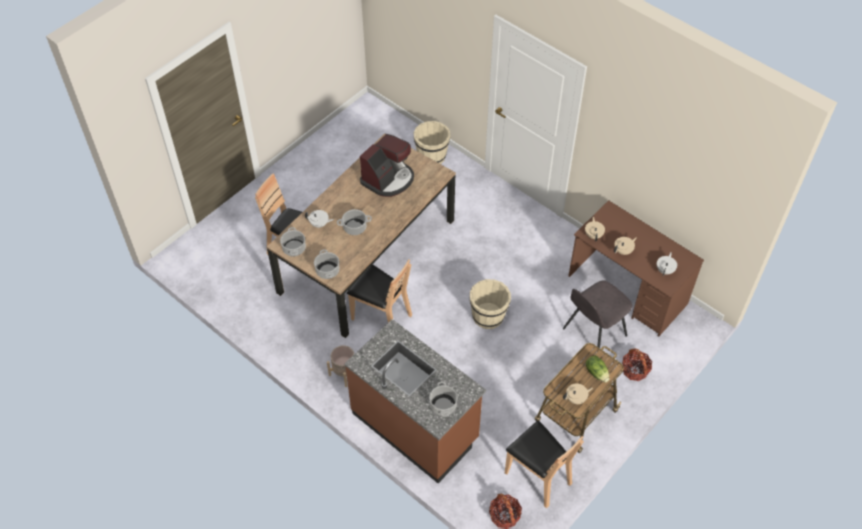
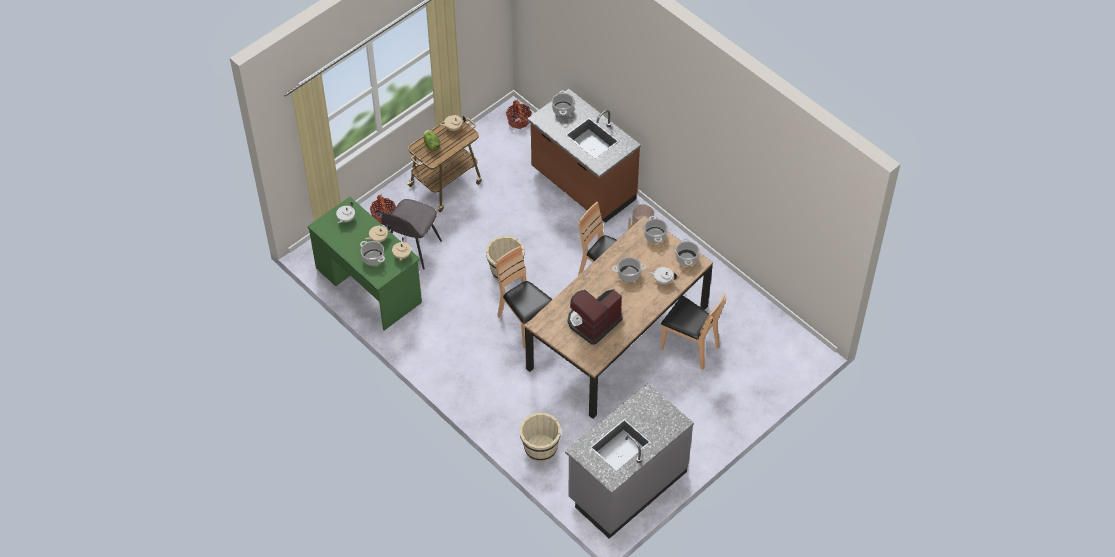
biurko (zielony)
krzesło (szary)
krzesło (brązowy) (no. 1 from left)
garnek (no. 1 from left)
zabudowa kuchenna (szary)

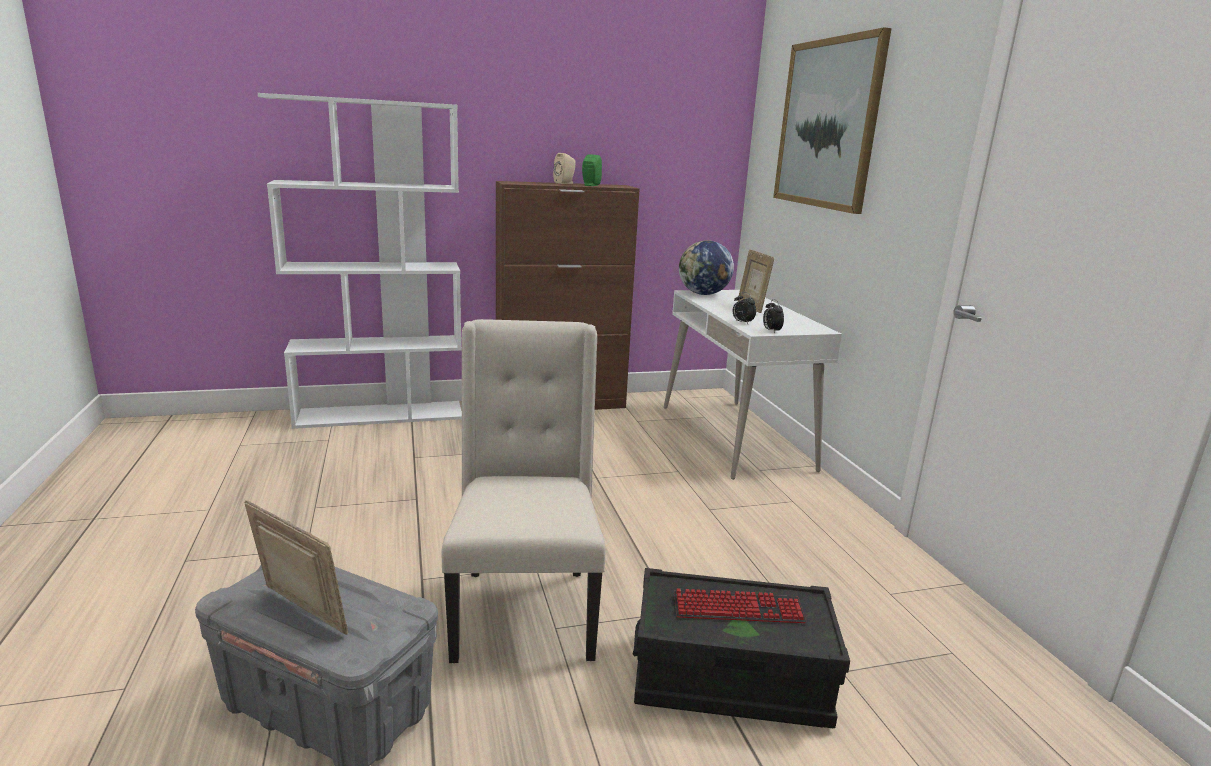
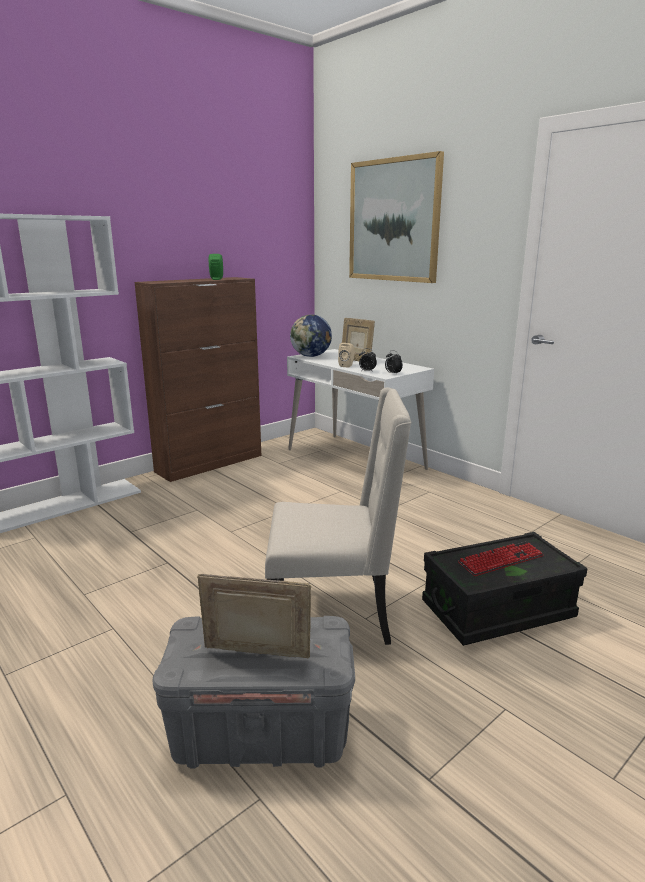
głośnik (beżowy)
krzesło (beżowy)

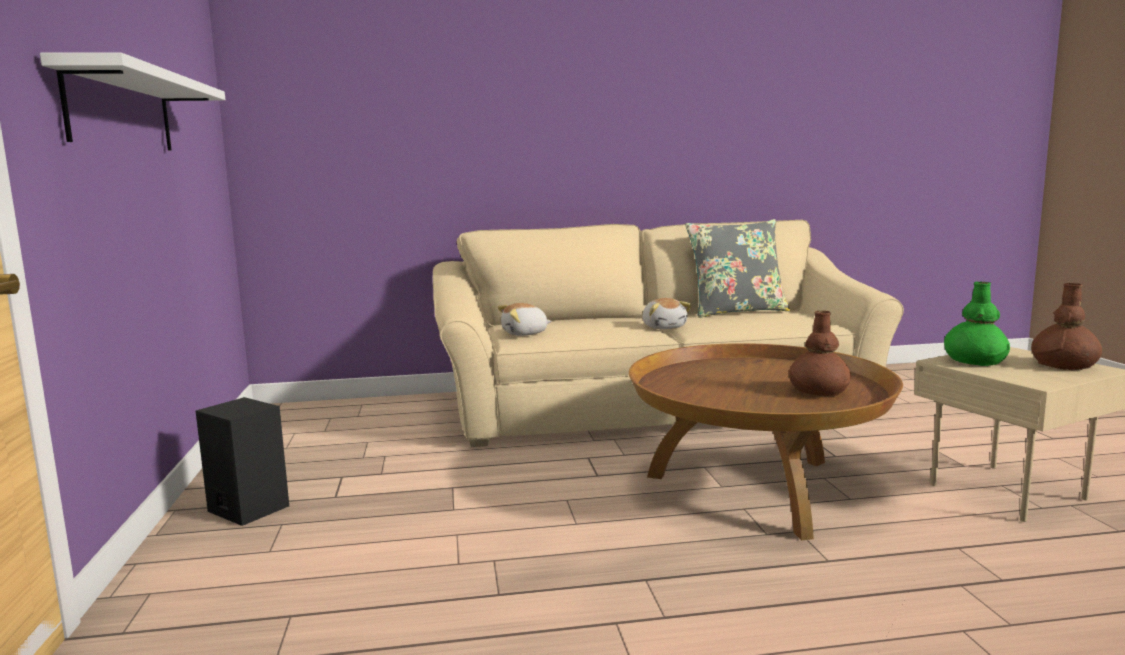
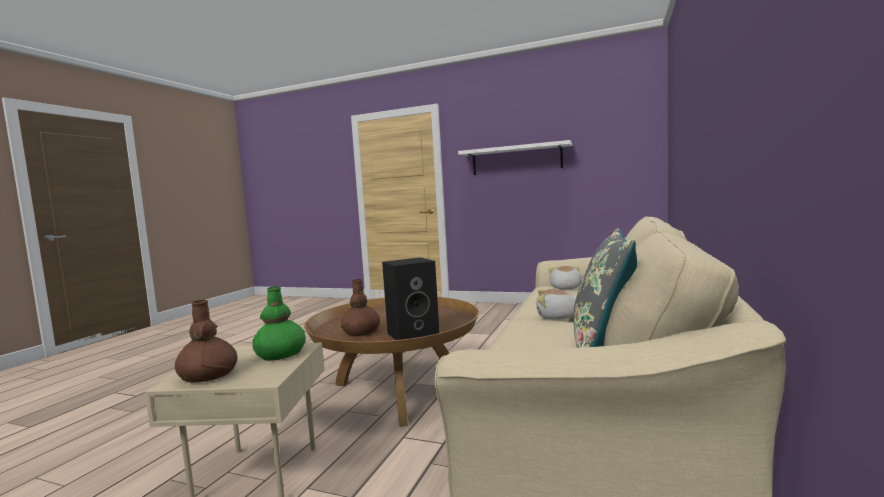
głośnik (czarny)

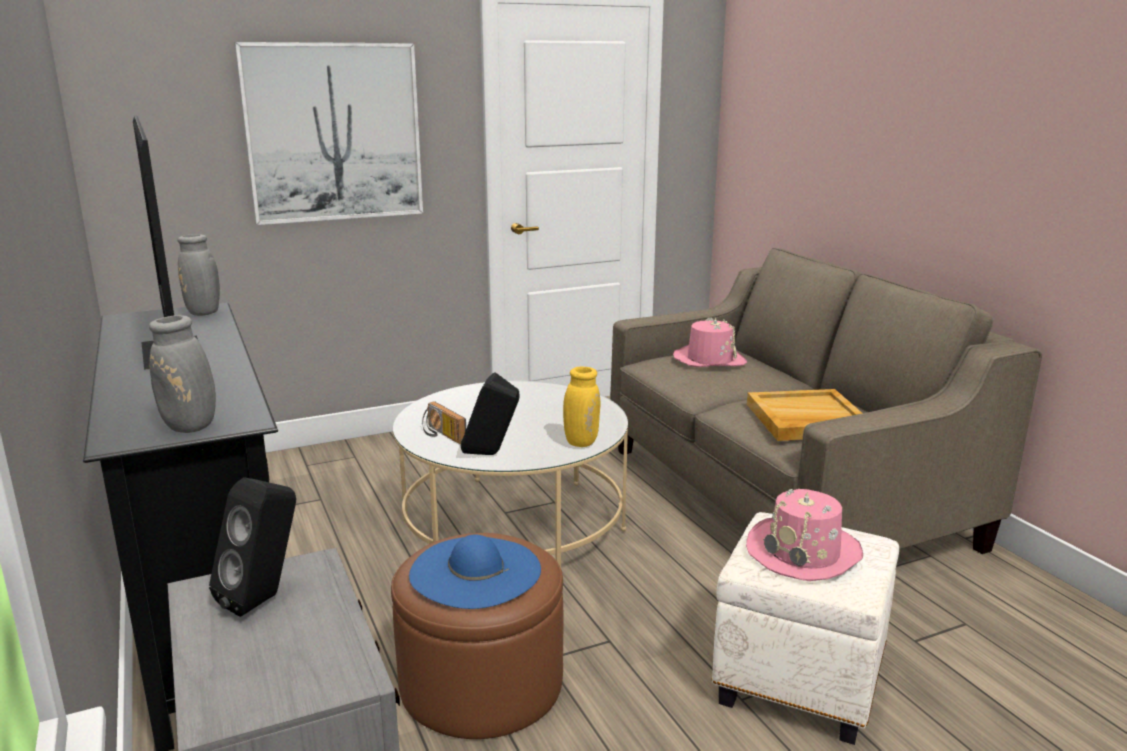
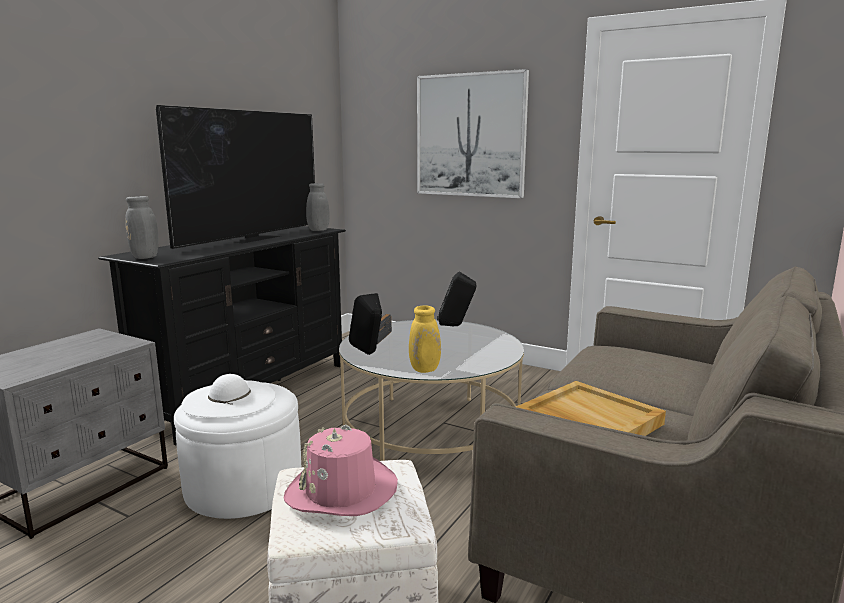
kapelusz (różowy) (no. 1 from left in the first image)
głośnik (czarny) (no. 2 from left)
pufa (biały) (no. 1 from left)
kapelusz (biały)

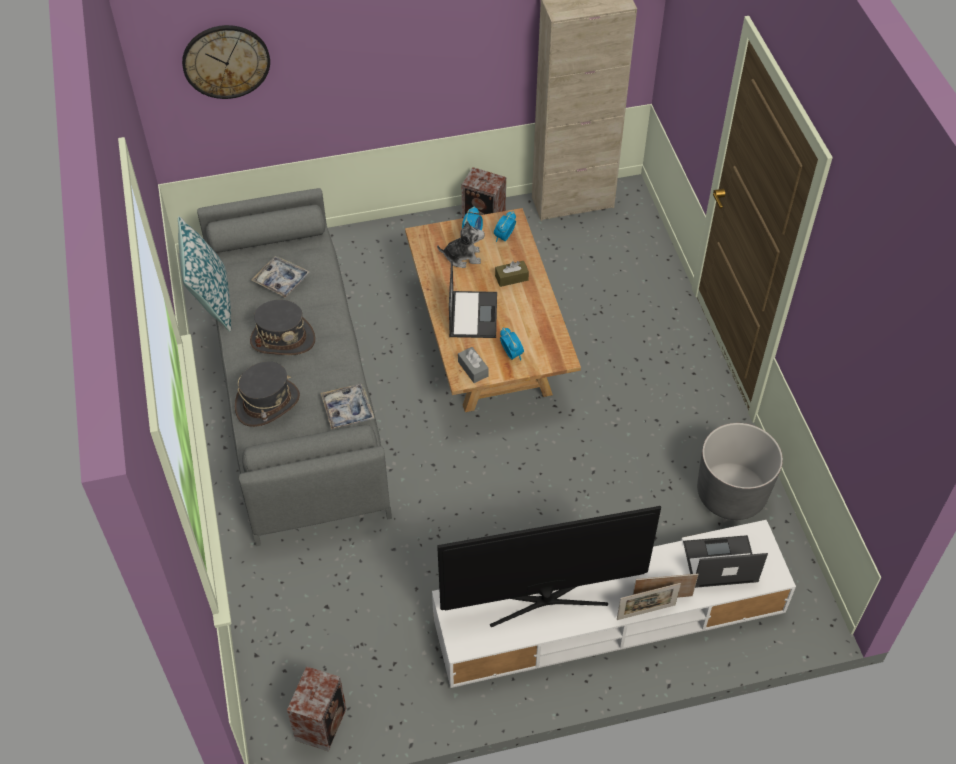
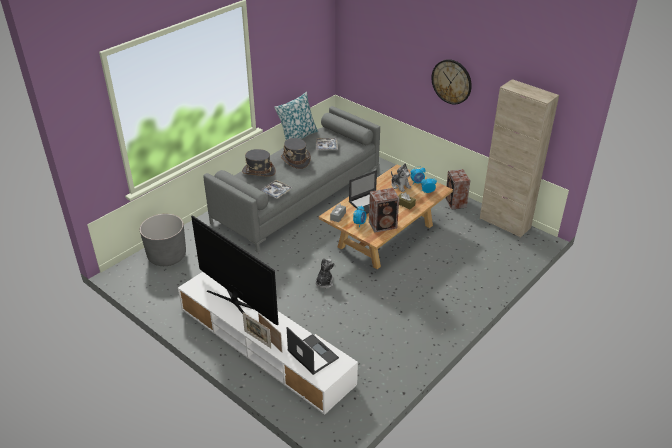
zegar ścienny
donica (szary)
głośnik (no. 1 from left)
pluszak (no. 1 from left)

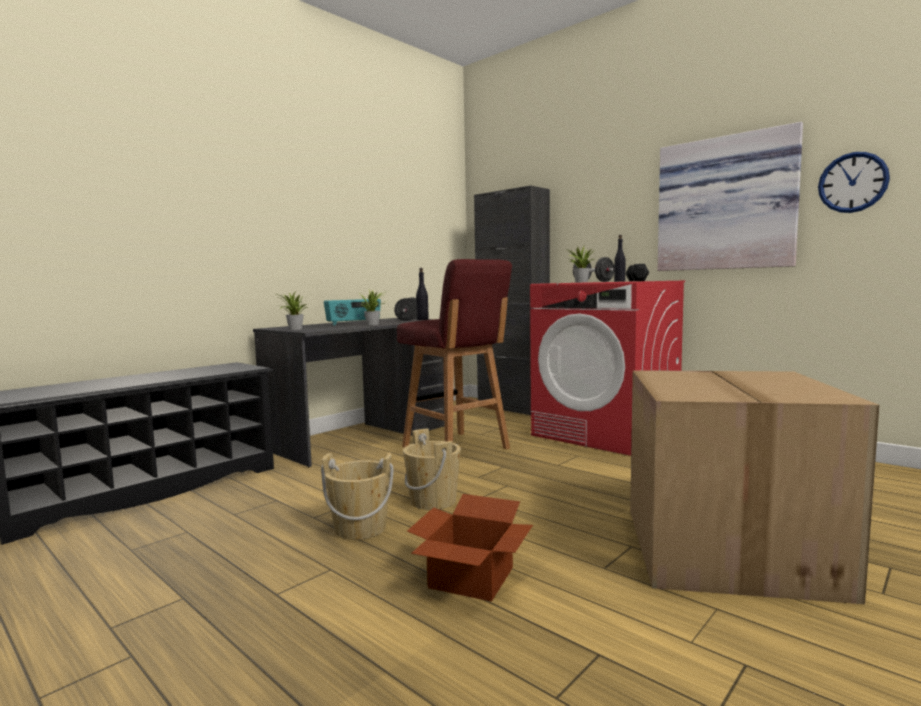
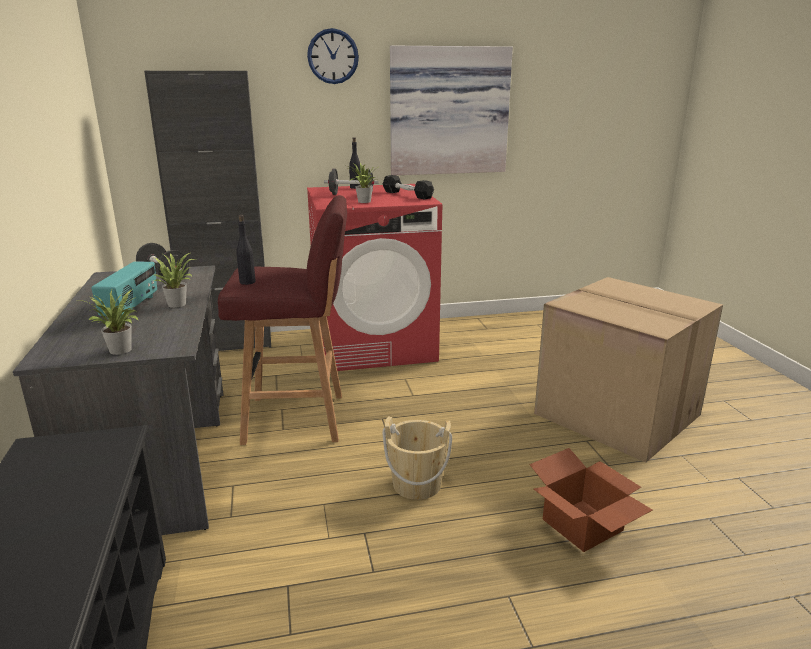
zegar ścienny
wiadro (beżowy) (no. 1 from left in the first image)

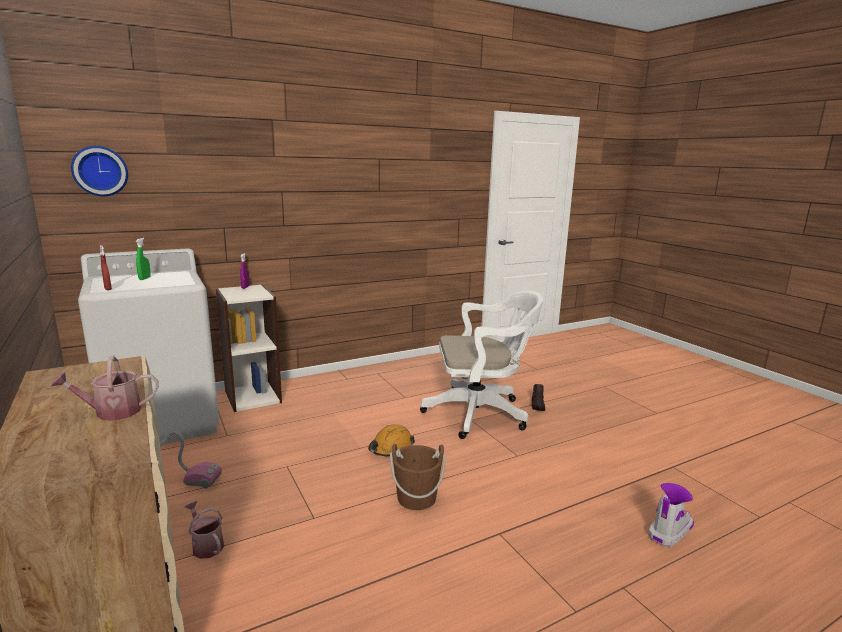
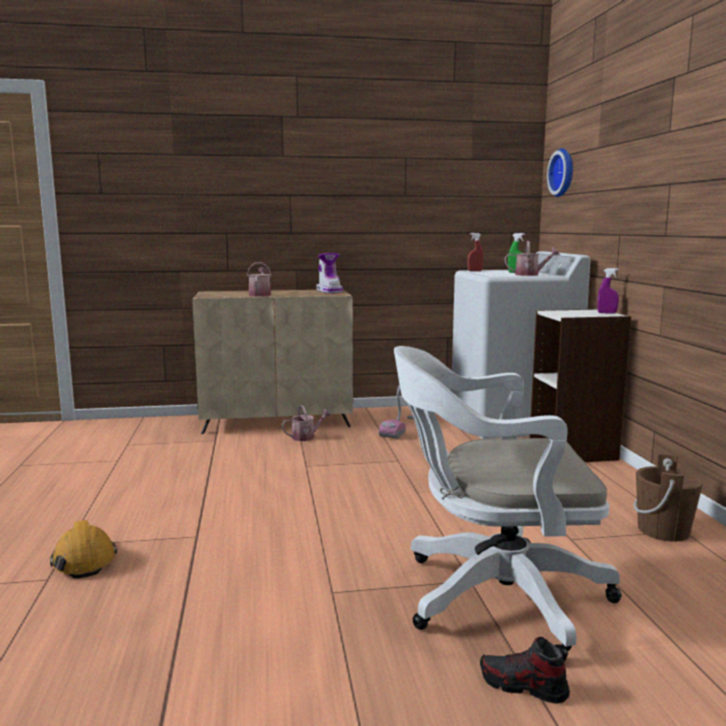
krzesło biurowe (biały)
kask (pomarańczowy)
wiadro (brązowy)
but z cholewką
konewka (no. 3 from left)

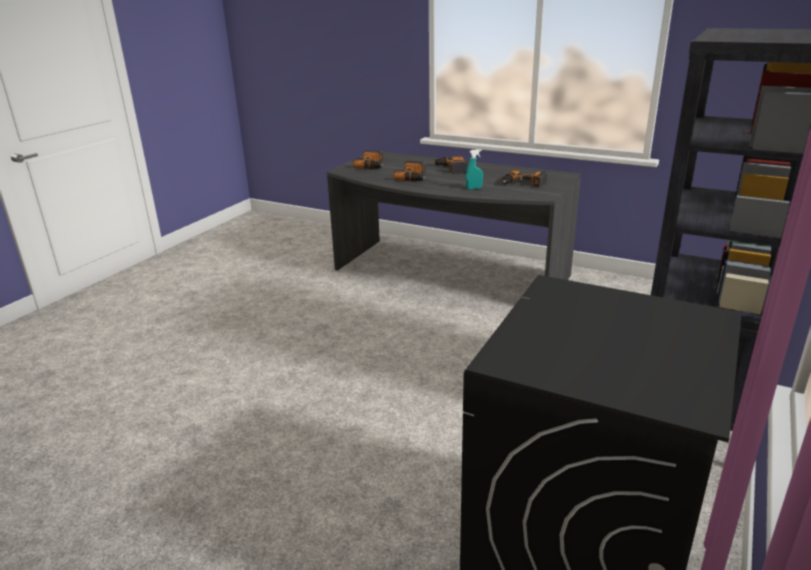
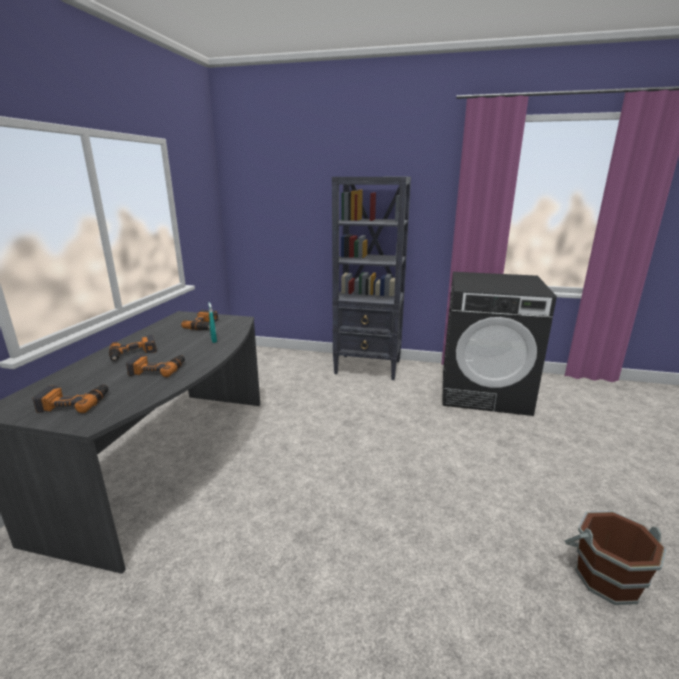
wiadro (brązowy)

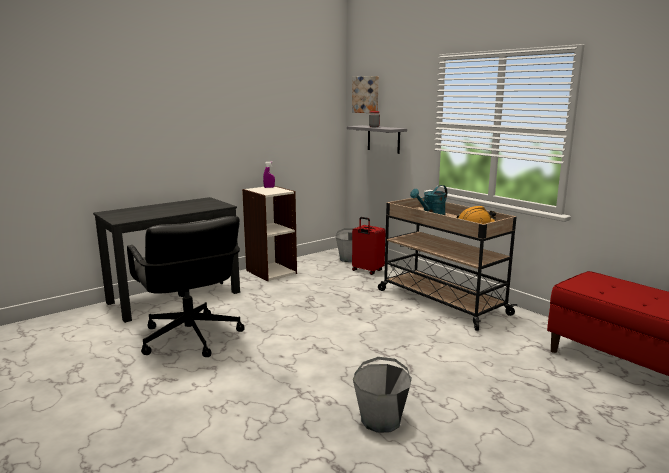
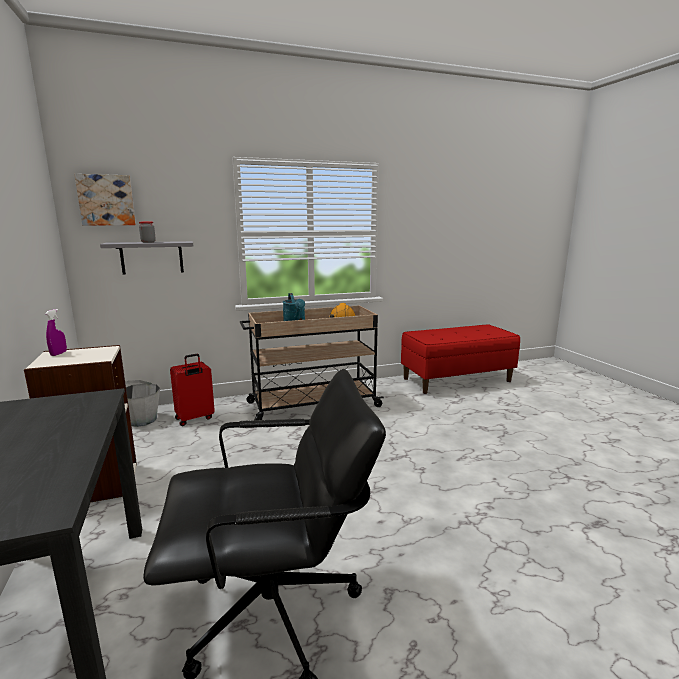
wiadro (szary) (no. 2 from left in the first image)

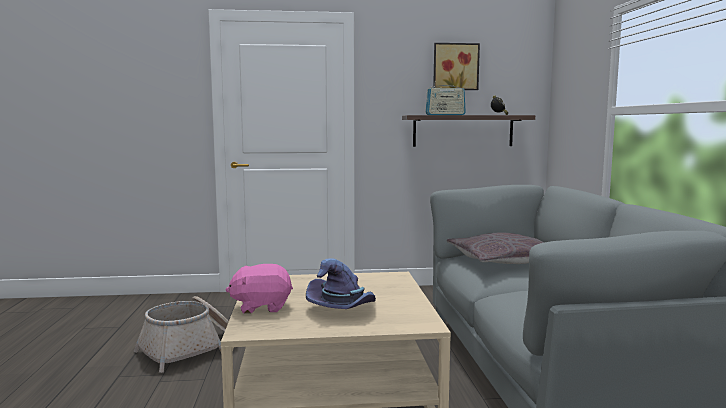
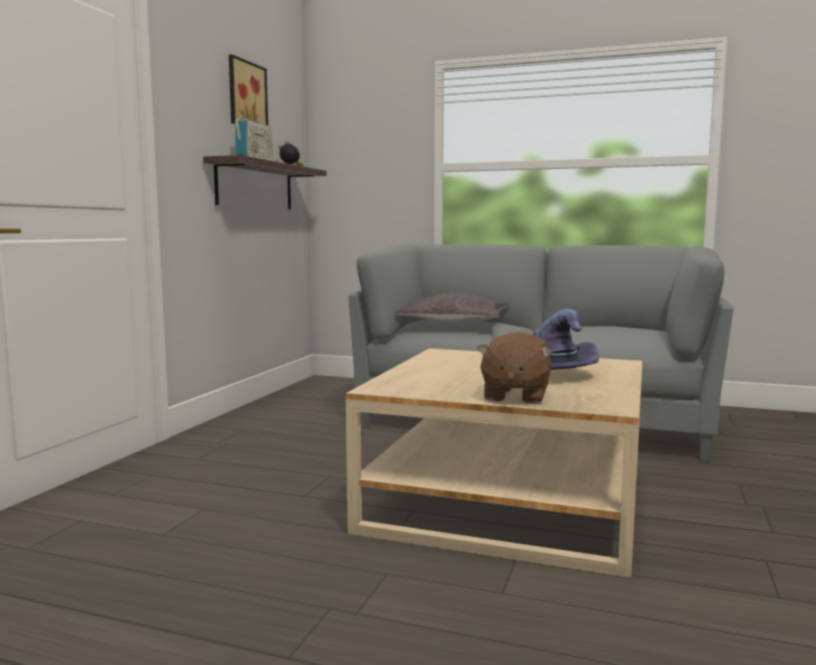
pluszak (brązowy)
koszyk

